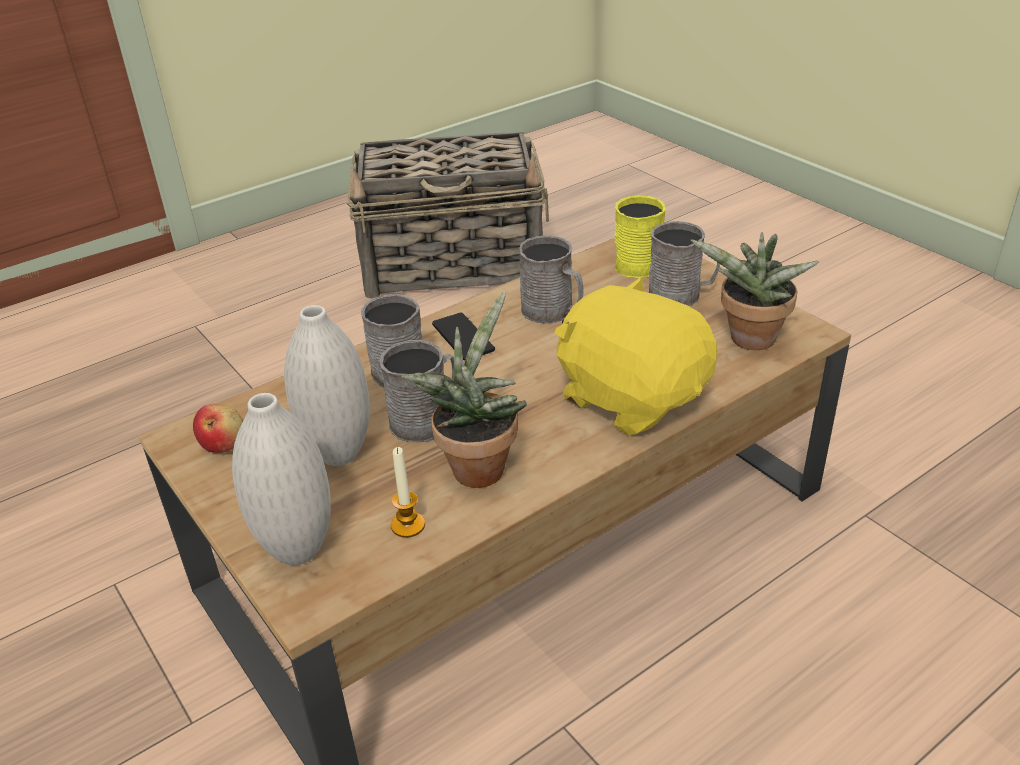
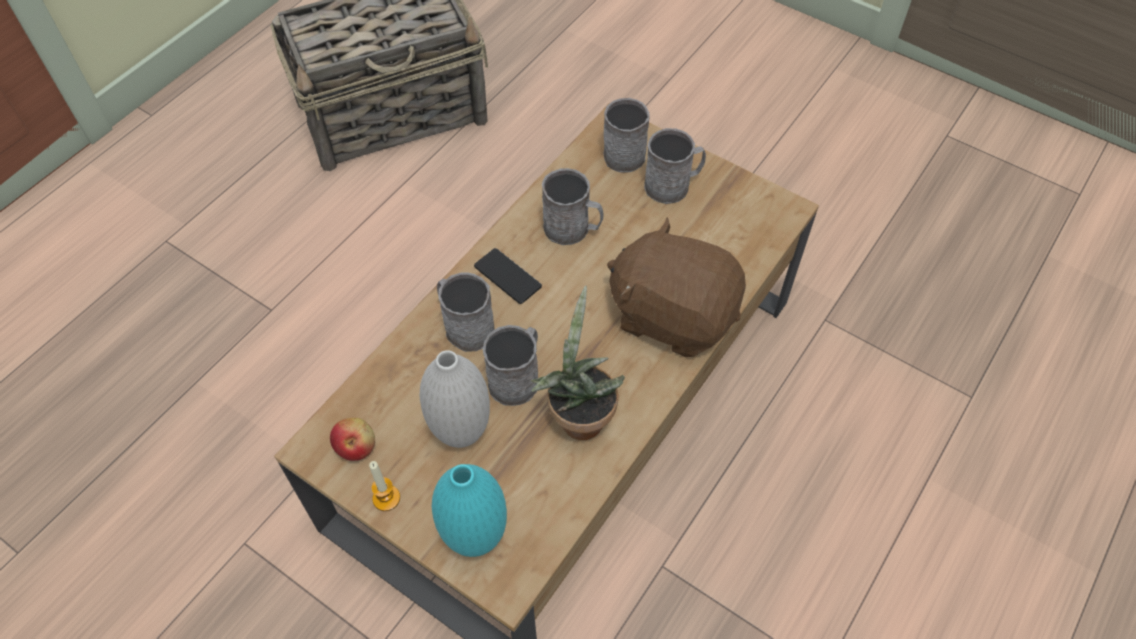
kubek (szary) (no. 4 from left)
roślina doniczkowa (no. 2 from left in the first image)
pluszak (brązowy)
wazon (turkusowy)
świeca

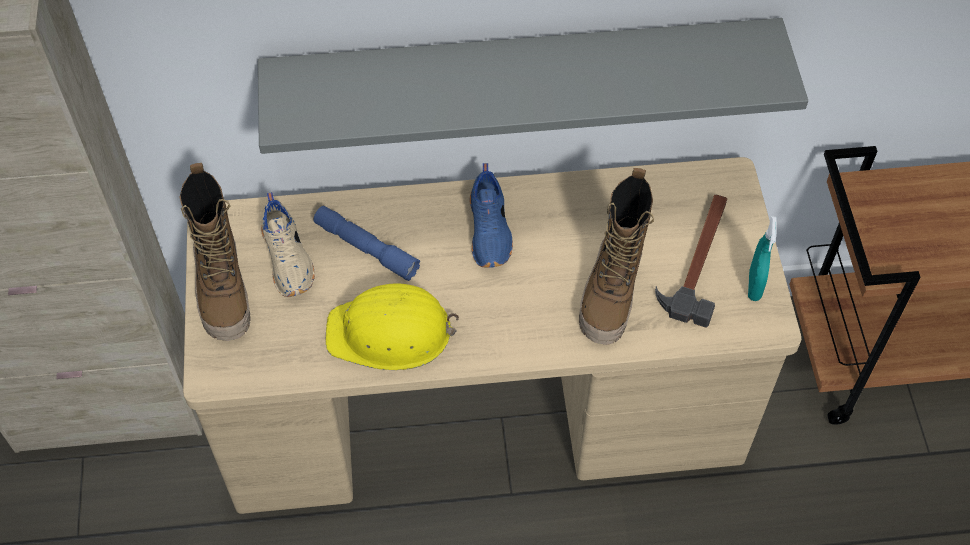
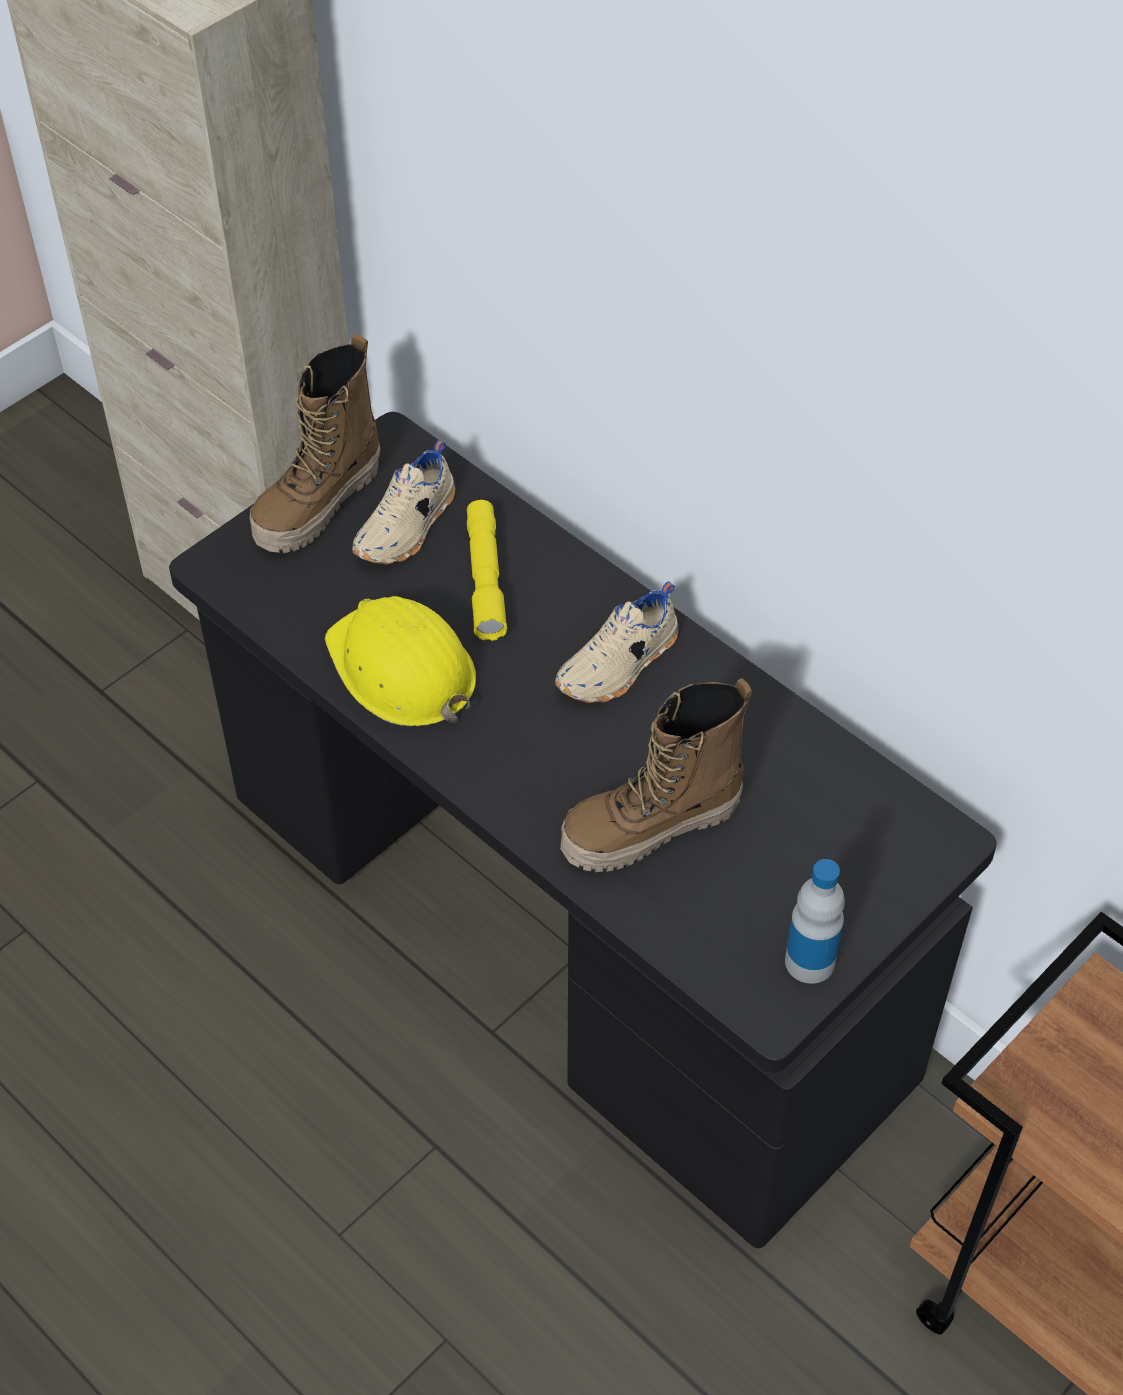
półka (szary)
biurko (czarny)
but (beżowy) (no. 2 from left)
młotek
latarka (żółty)
butelka

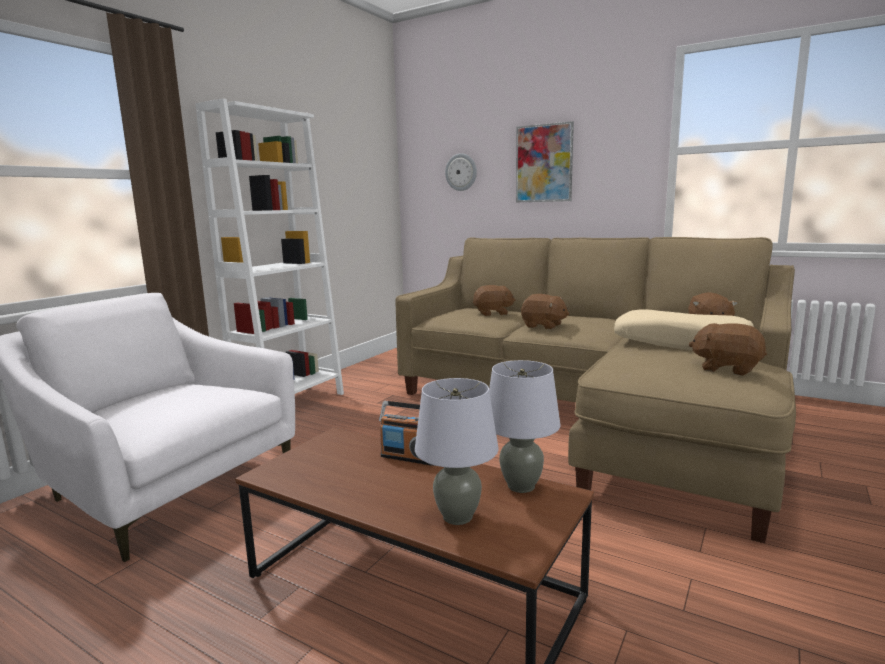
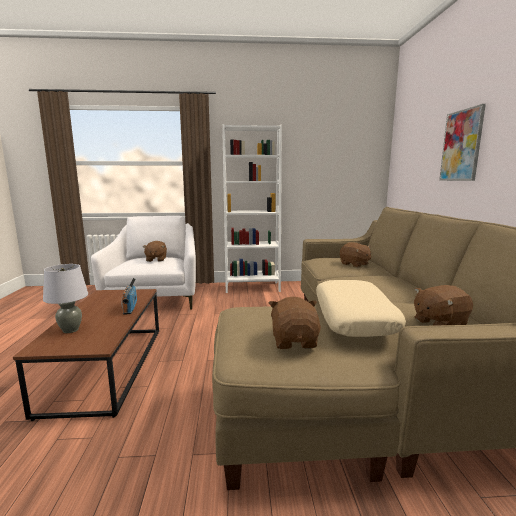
zegar ścienny
pluszak (brązowy) (no. 1 from left)
lampa stołowa (szary) (no. 2 from left in the first image)

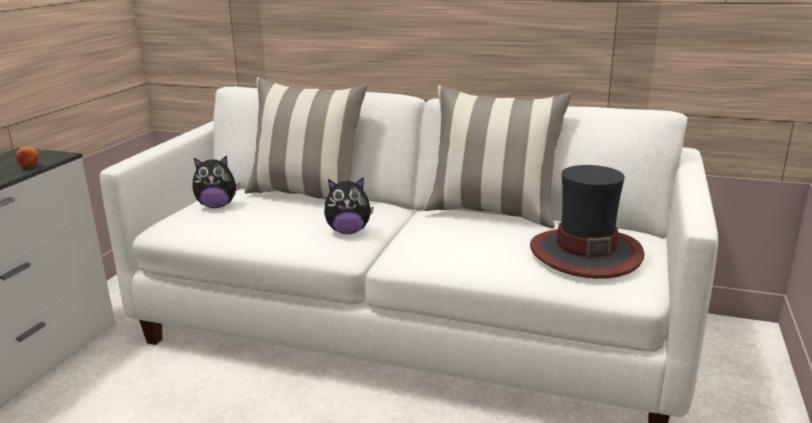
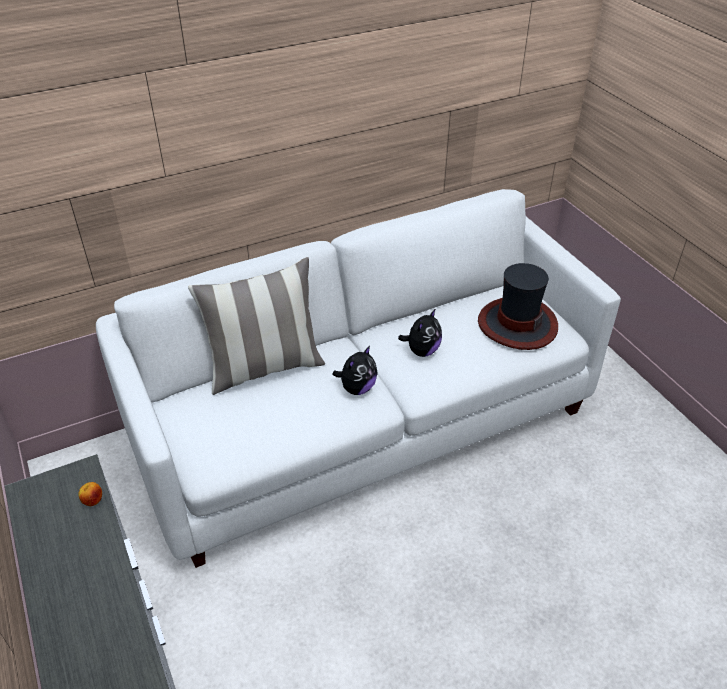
poduszka (no. 2 from left in the first image)
pluszak (no. 2 from left)

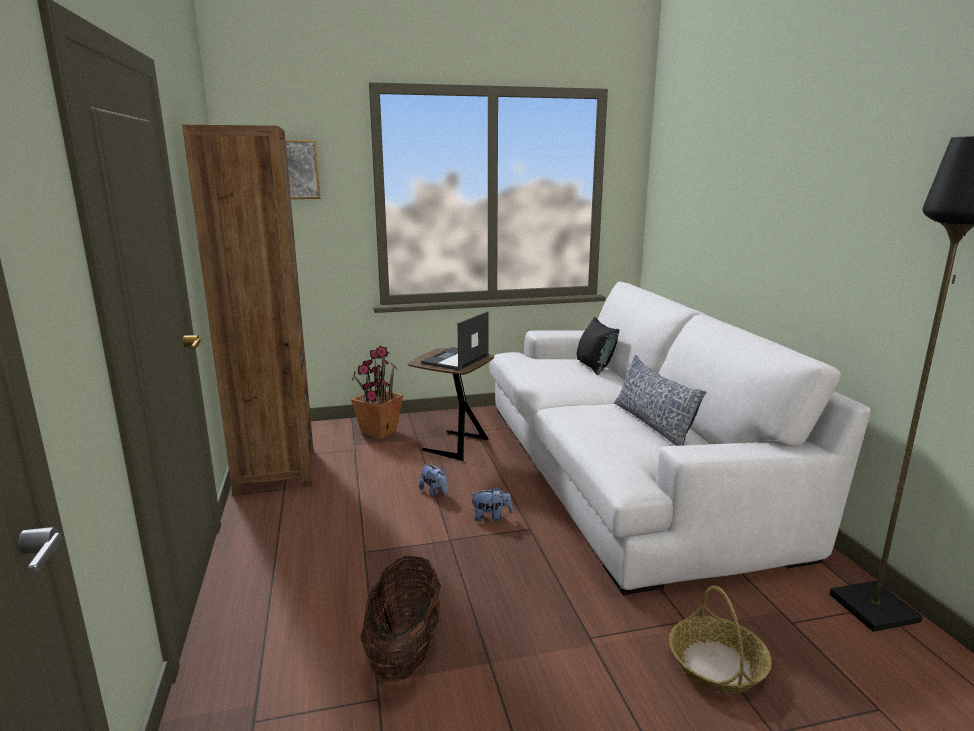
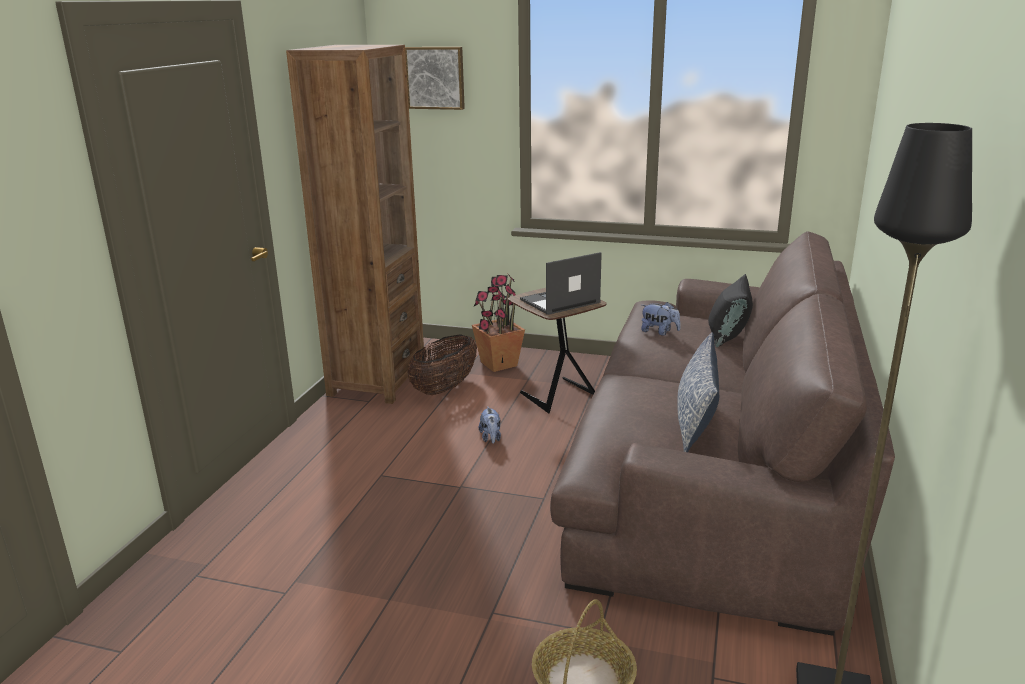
kanapa (brązowy)
pluszak (no. 2 from left)
koszyk (no. 1 from left)

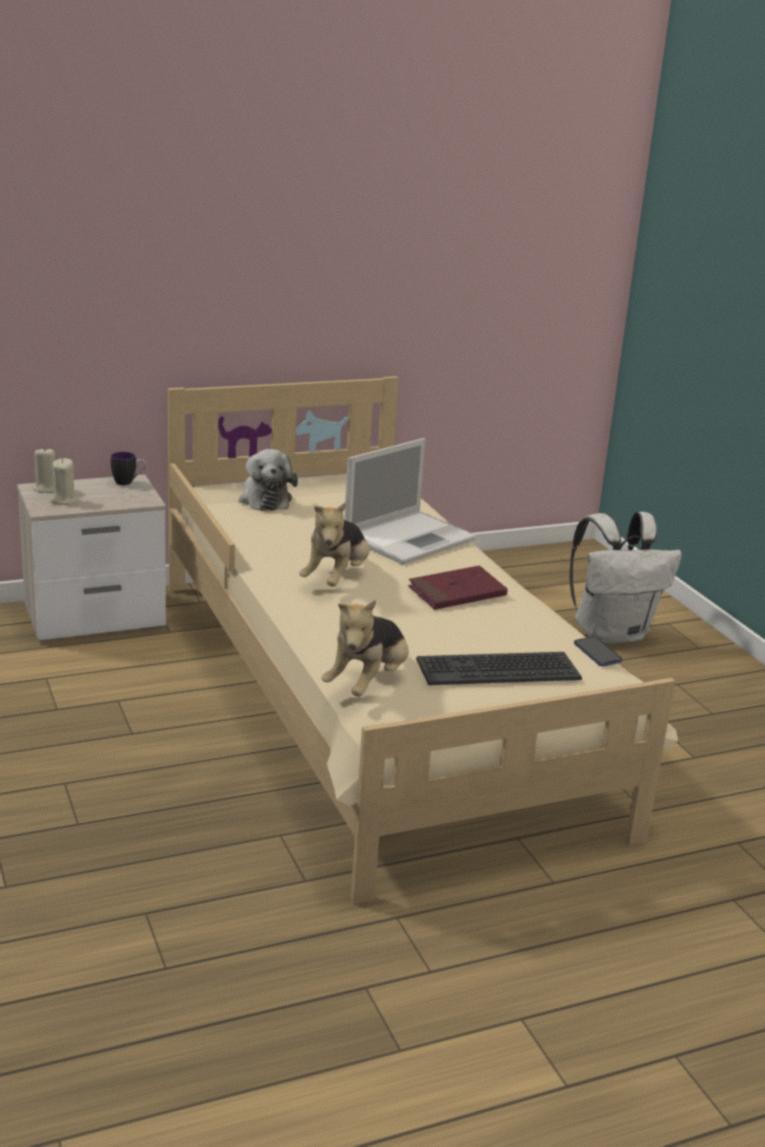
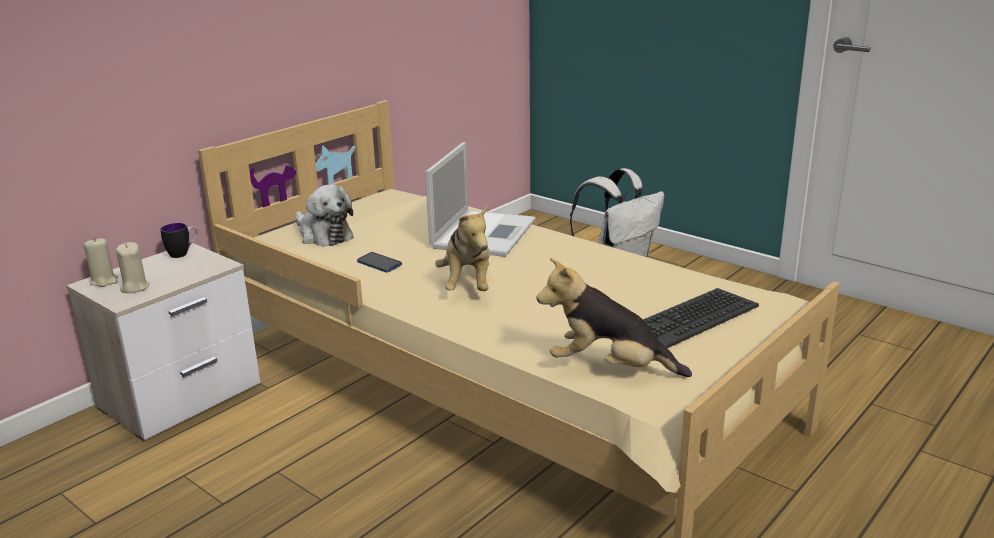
książka (czerwony)
pluszak (no. 3 from left)
telefon

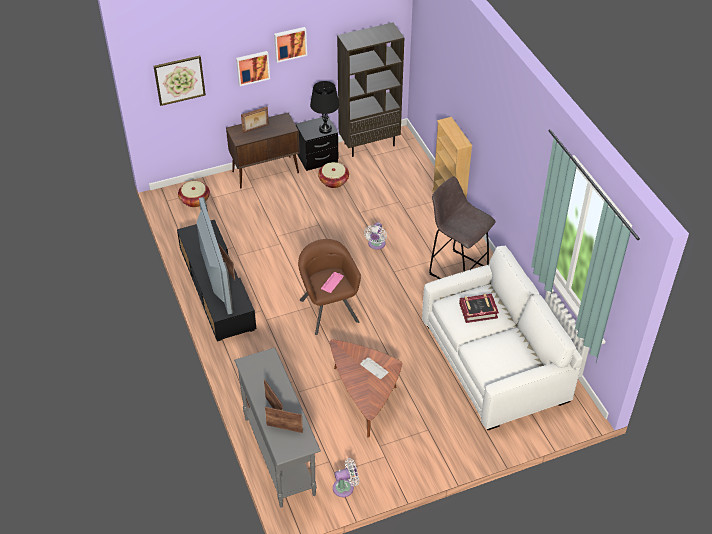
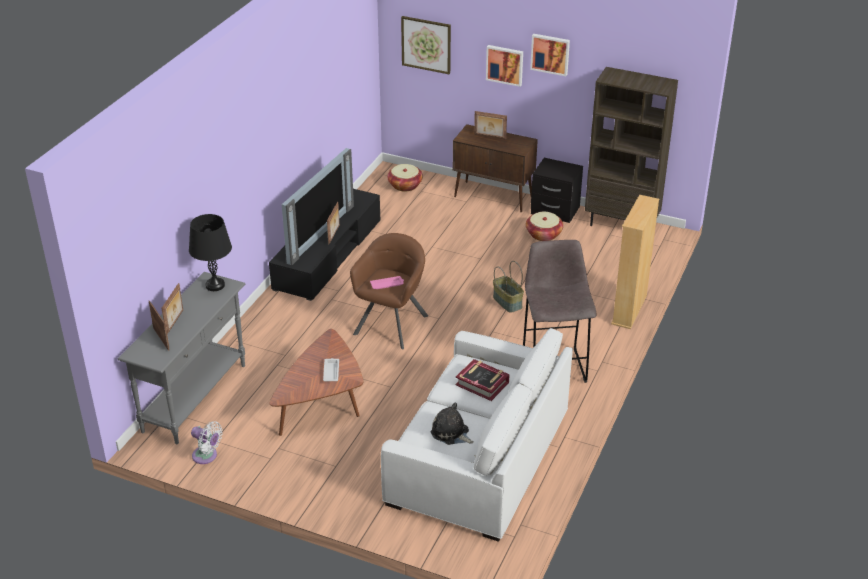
lampa stołowa (czarny)
koszyk (no. 2 from left)
pluszak

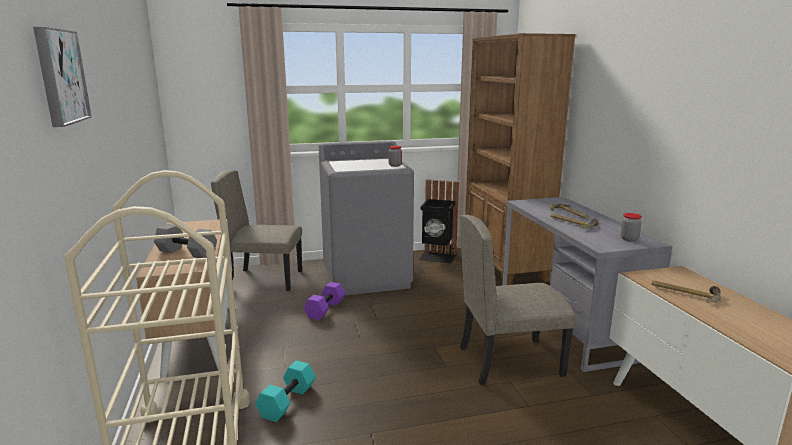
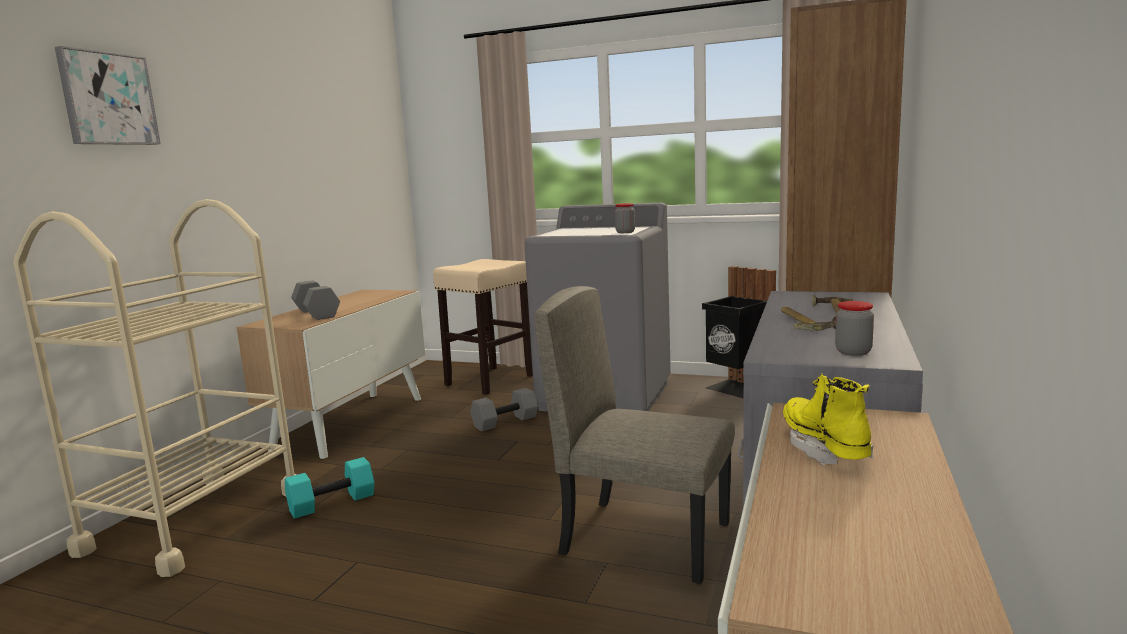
stołek (beżowy)
but z cholewką (żółty)
hantel (szary) (no. 2 from left)

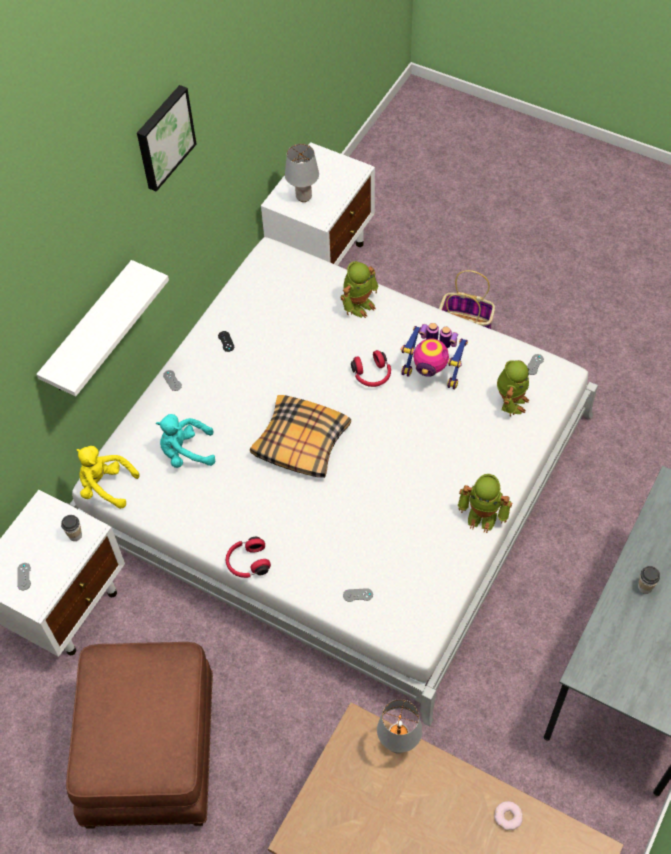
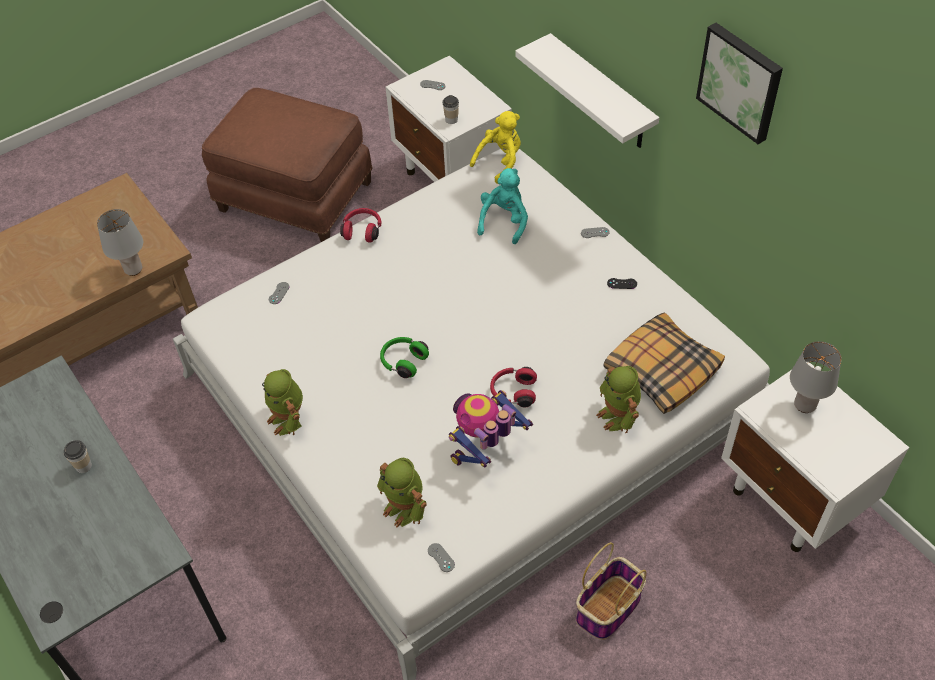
poduszka
robot zabawkowy (no. 1 from left)
donut
słuchawki (zielony)

